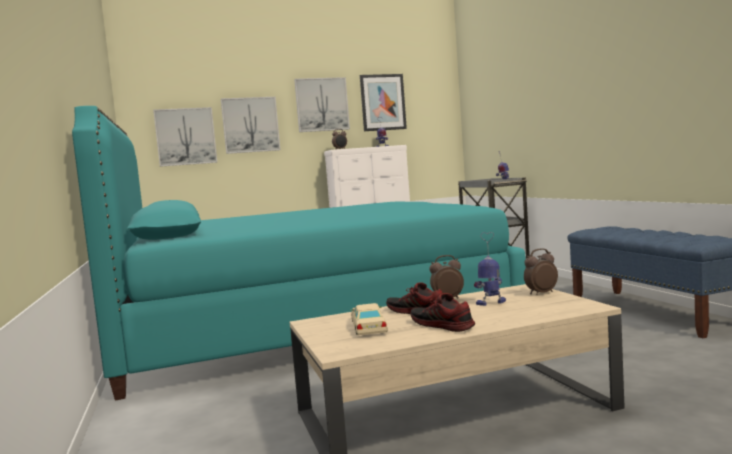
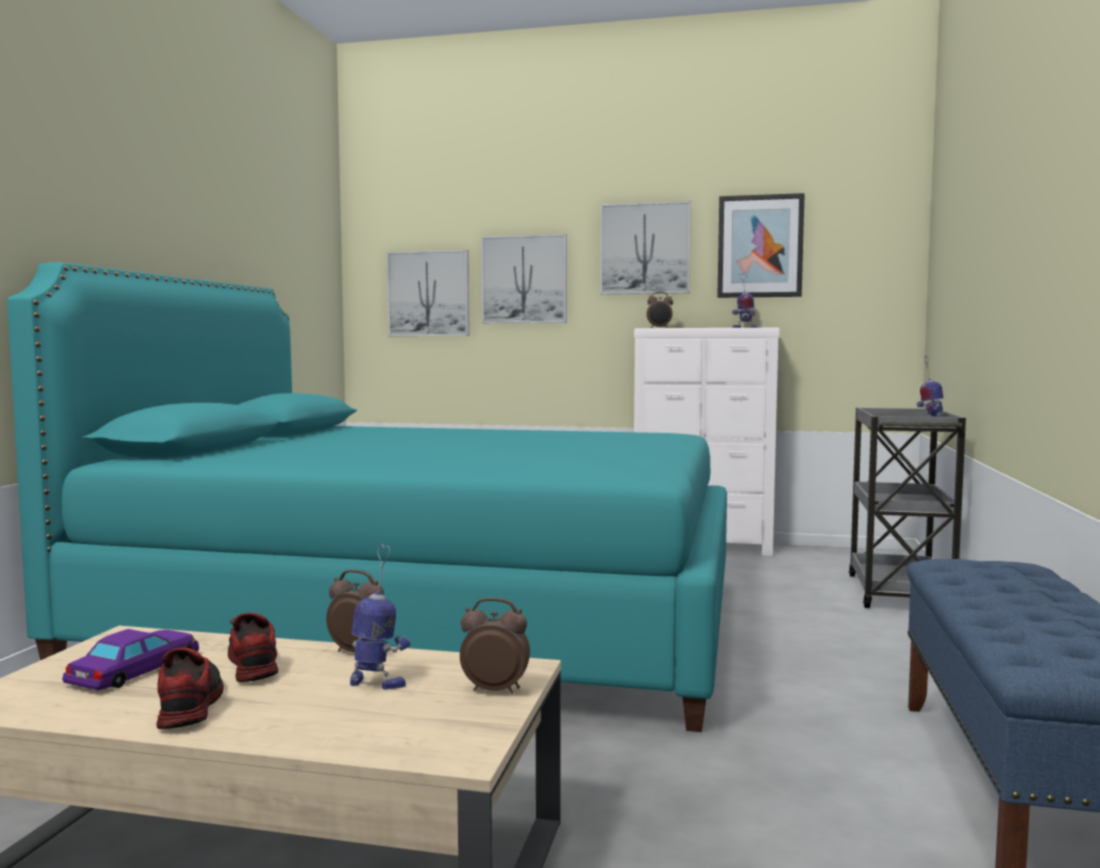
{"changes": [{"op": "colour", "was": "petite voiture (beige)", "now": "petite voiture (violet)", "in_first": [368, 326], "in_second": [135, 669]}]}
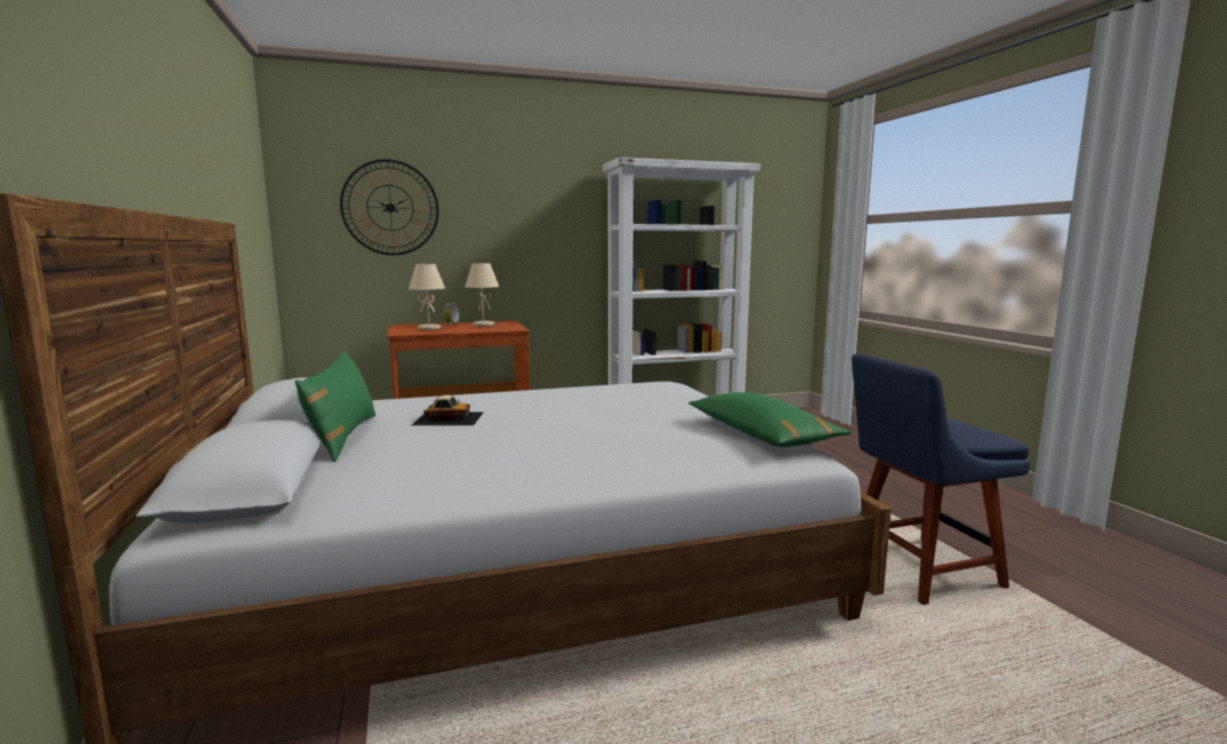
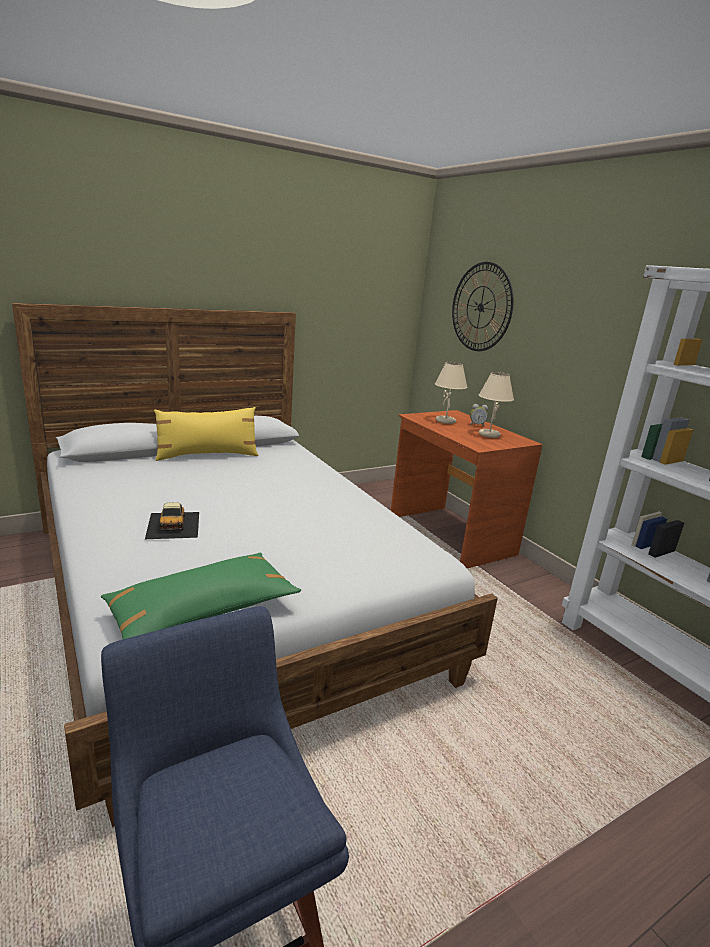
{"changes": [{"op": "colour", "was": "coussin (vert)", "now": "coussin (jaune)", "in_first": [343, 436], "in_second": [207, 455]}, {"op": "relocated", "was": "petite voiture", "in_first": [448, 418], "in_second": [173, 524]}]}
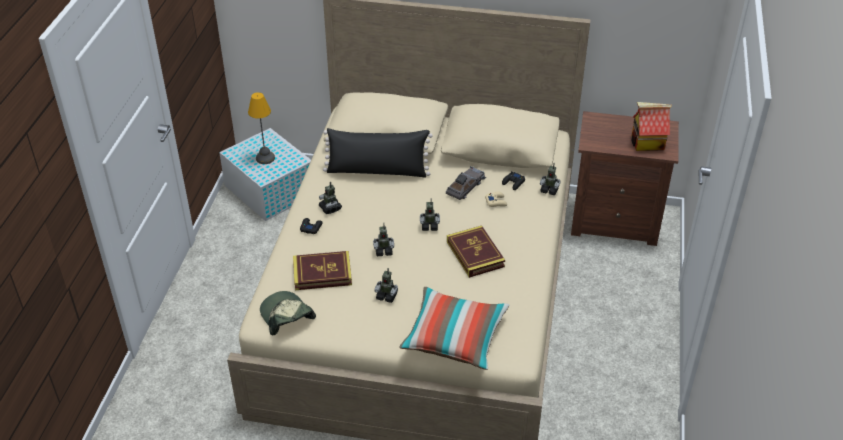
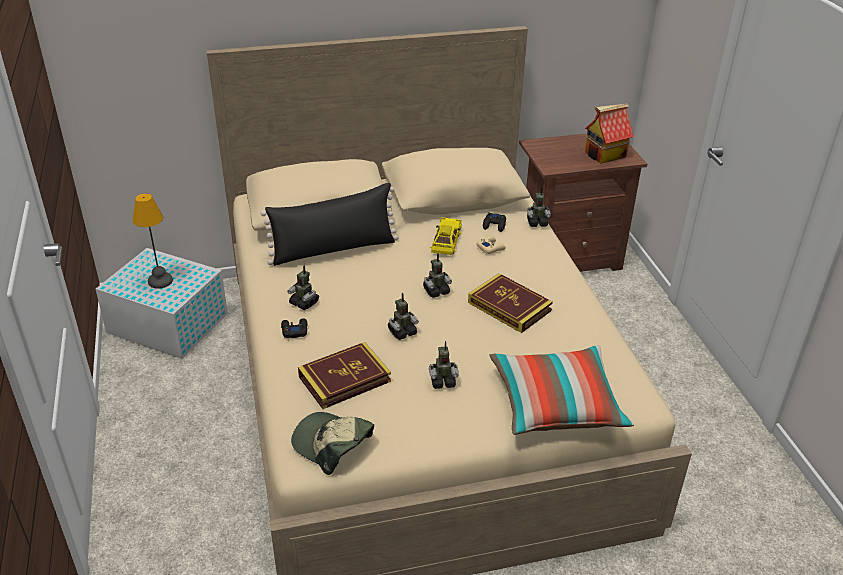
{"changes": [{"op": "colour", "was": "petite voiture (gris)", "now": "petite voiture (jaune)", "in_first": [466, 187], "in_second": [446, 241]}]}
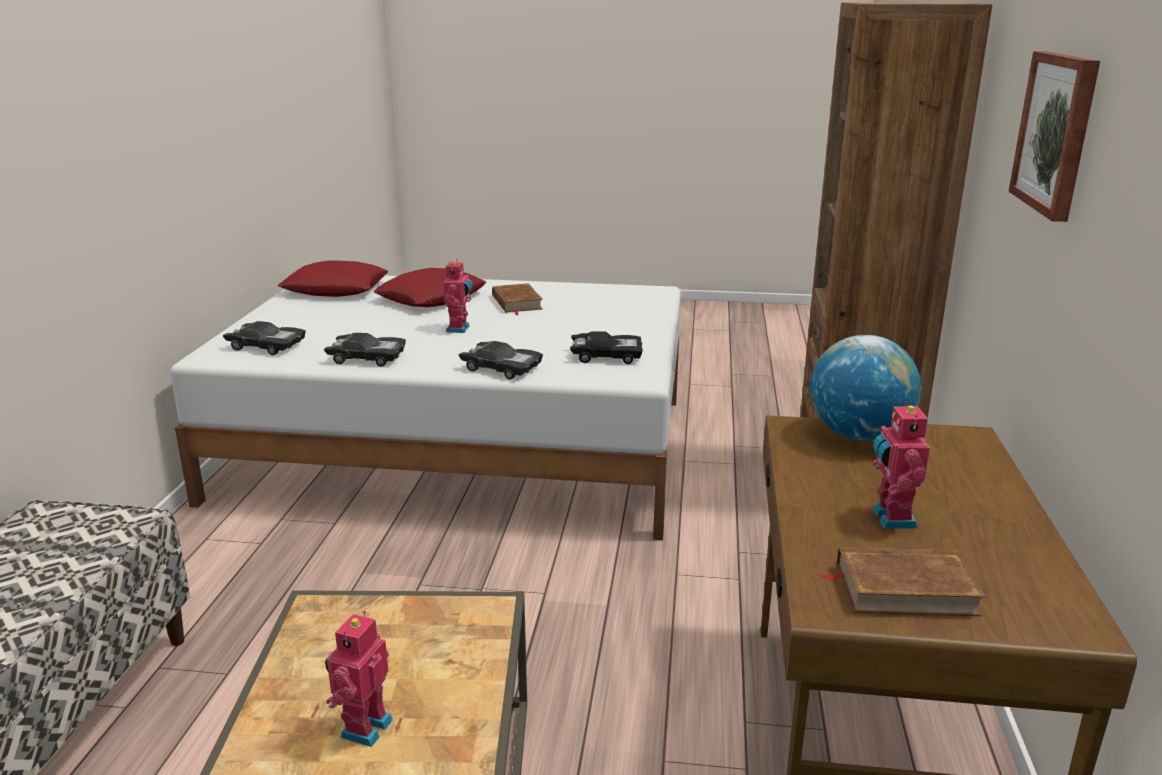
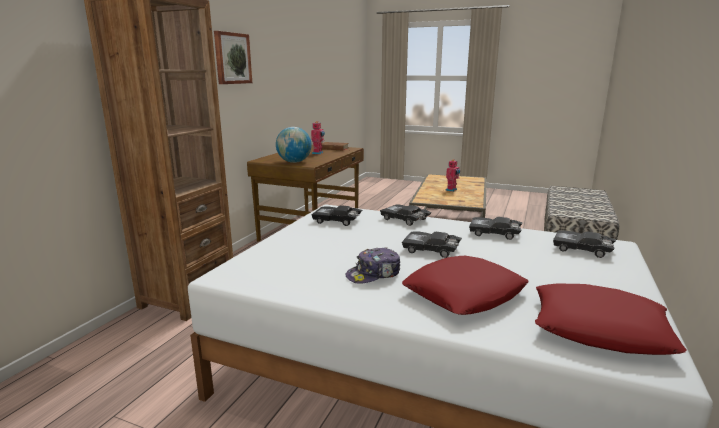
{"changes": [{"op": "exchanged", "was": "robot jouet", "now": "petite voiture (noir)", "in_first": [459, 329], "in_second": [431, 250]}, {"op": "exchanged", "was": "livre (marron)", "now": "casquette", "in_first": [516, 303], "in_second": [374, 275]}]}
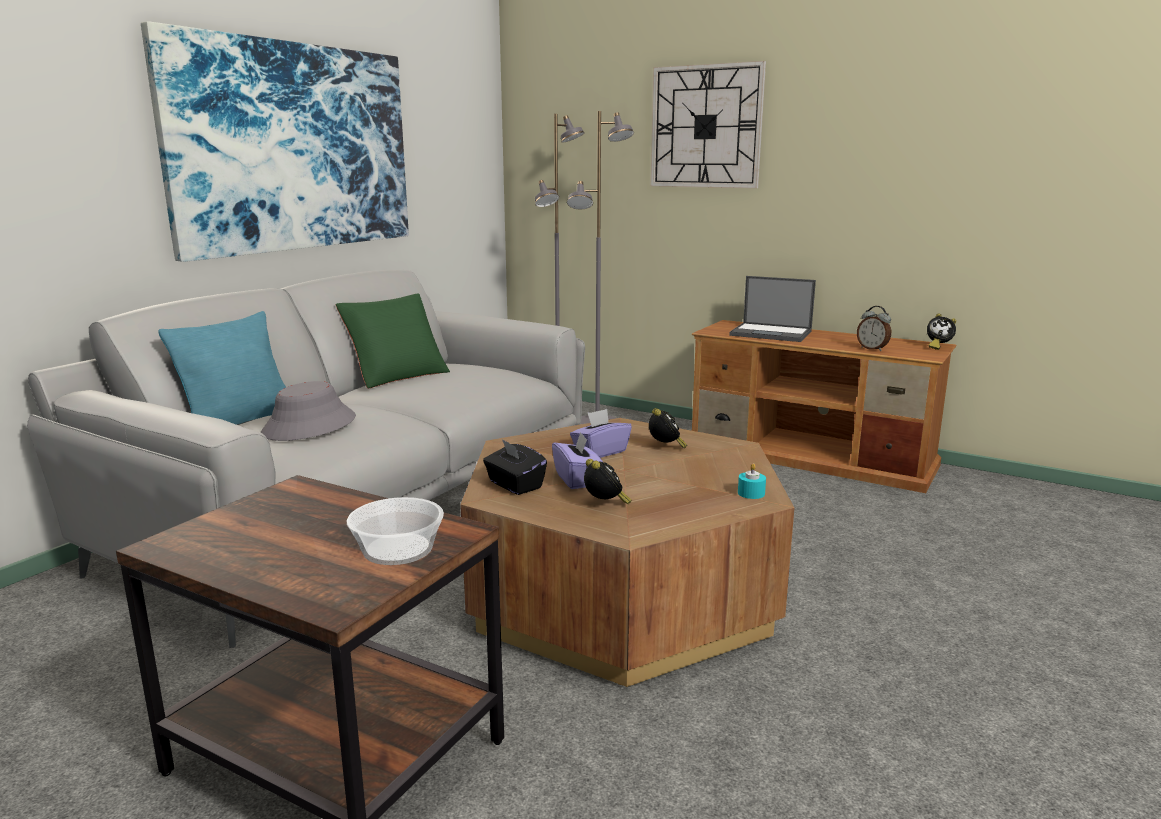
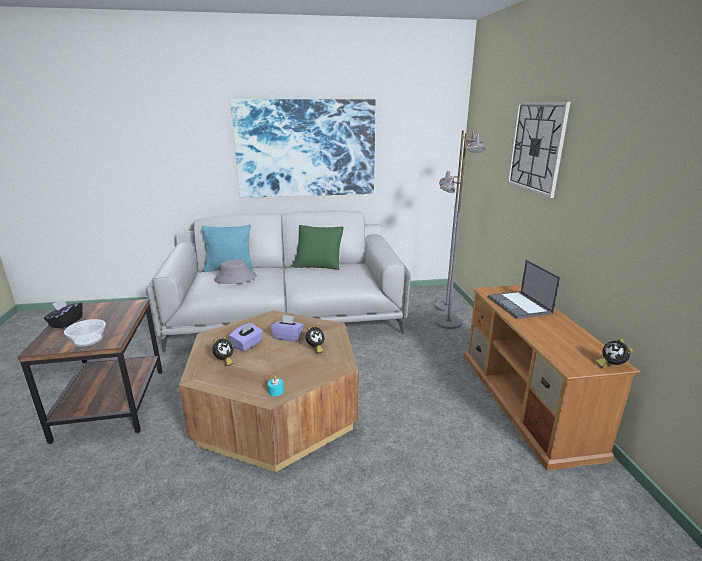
{"changes": [{"op": "relocated", "was": "boîte à mouchoirs (noir)", "in_first": [514, 485], "in_second": [66, 322]}, {"op": "missing", "was": "réveil", "in_first": [872, 349]}]}
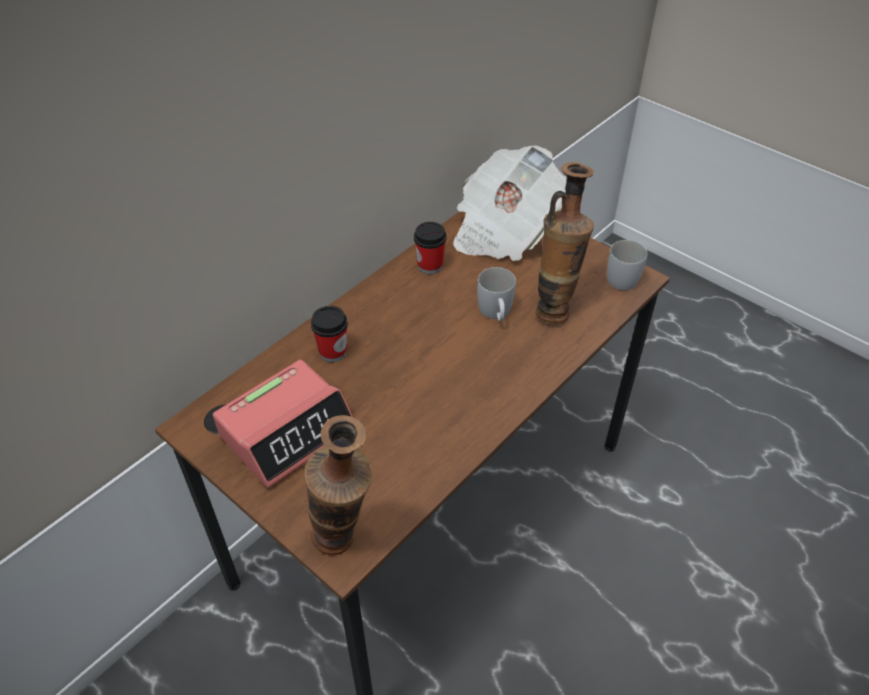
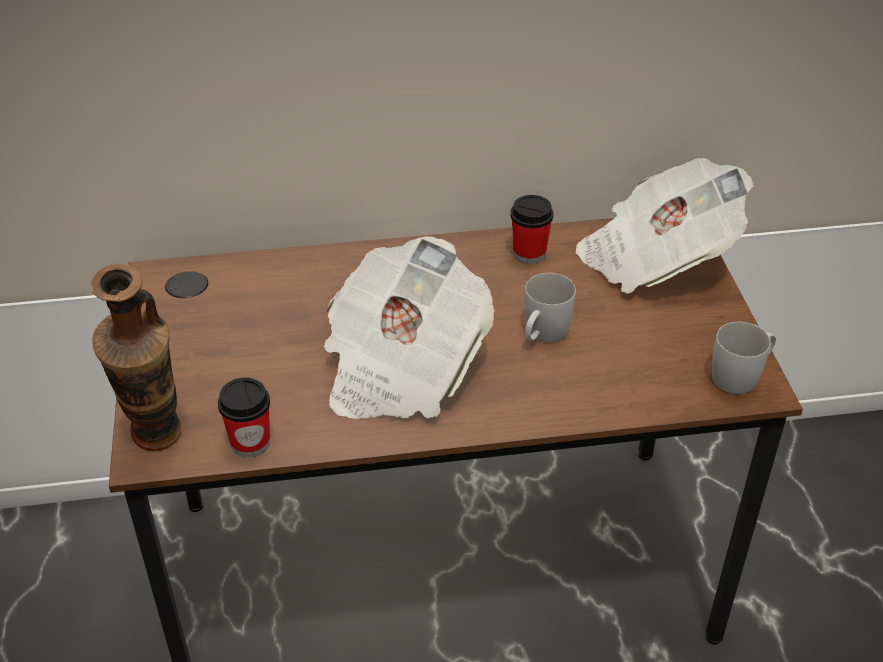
{"changes": [{"op": "missing", "was": "réveil", "in_first": [288, 431]}, {"op": "relocated", "was": "tasse", "in_first": [333, 352], "in_second": [250, 443]}, {"op": "missing", "was": "vase", "in_first": [554, 308]}, {"op": "appeared", "now": "journal", "in_second": [401, 367]}]}
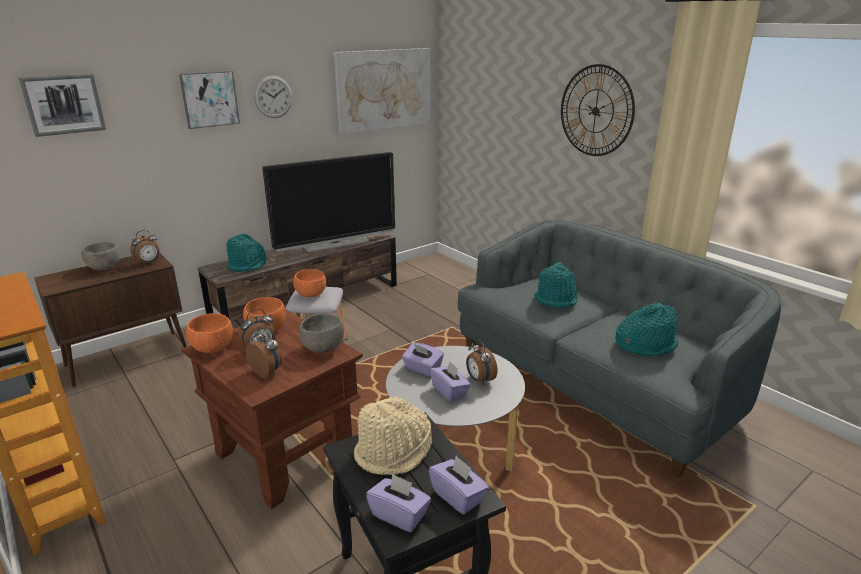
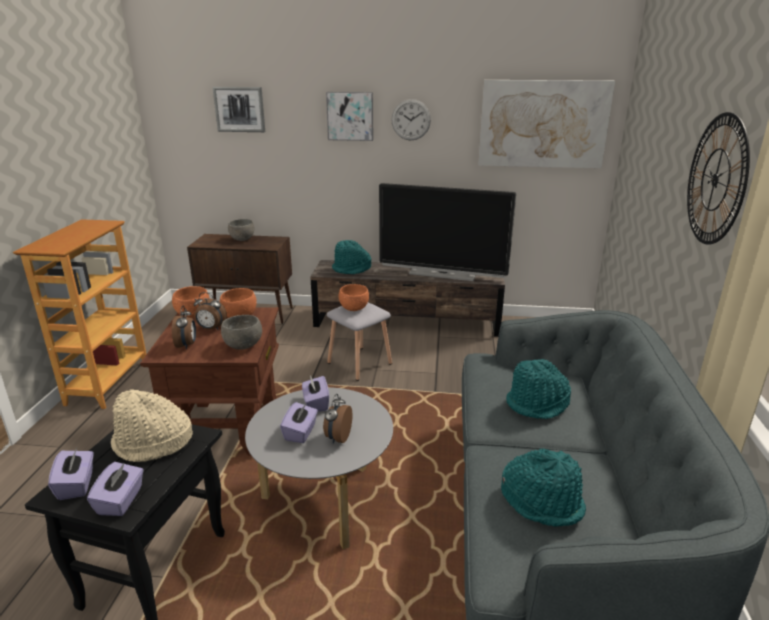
{"changes": [{"op": "missing", "was": "réveil", "in_first": [149, 263]}]}
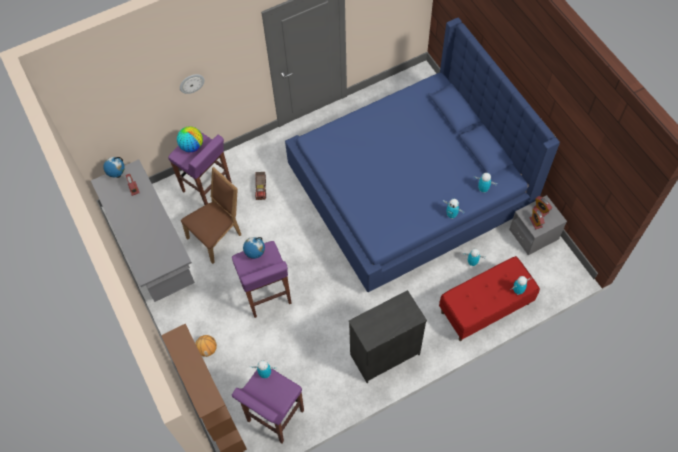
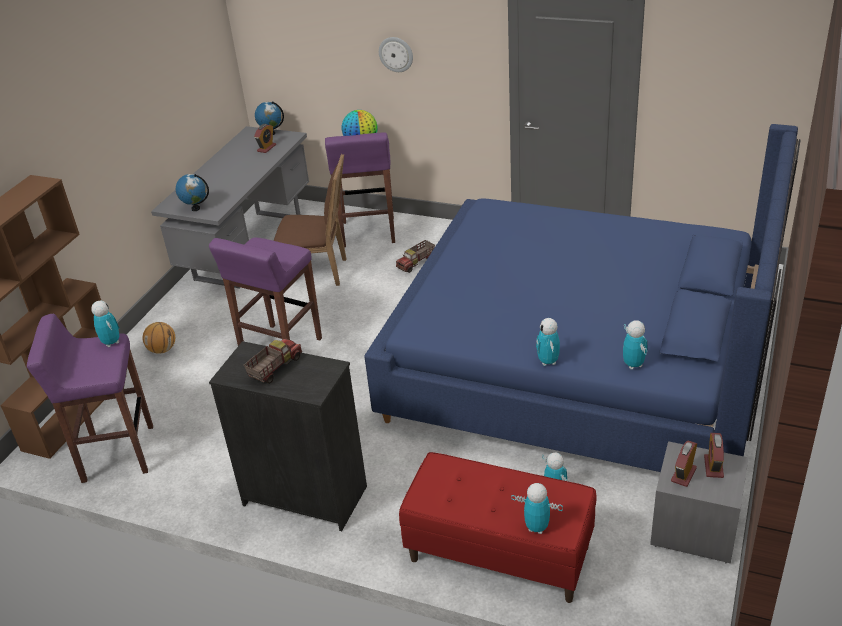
{"changes": [{"op": "relocated", "was": "globe", "in_first": [255, 254], "in_second": [196, 208]}, {"op": "appeared", "now": "camion jouet", "in_second": [275, 368]}]}
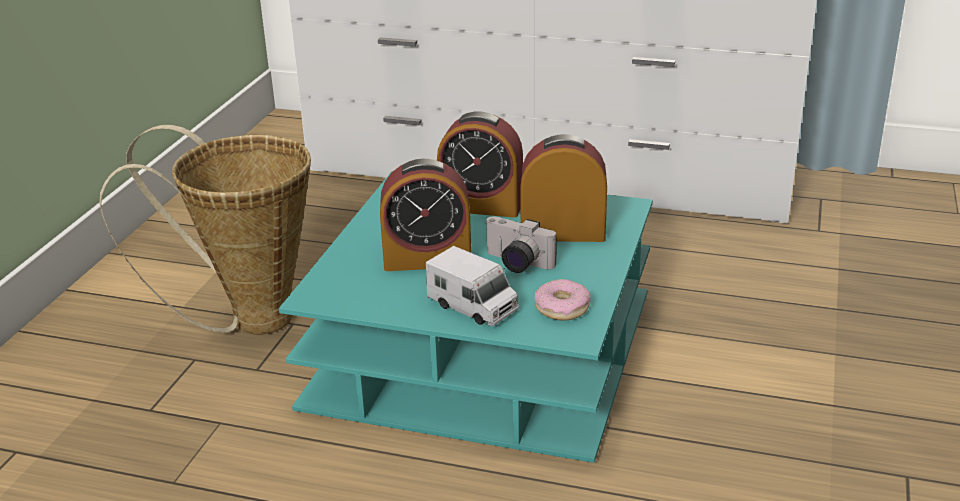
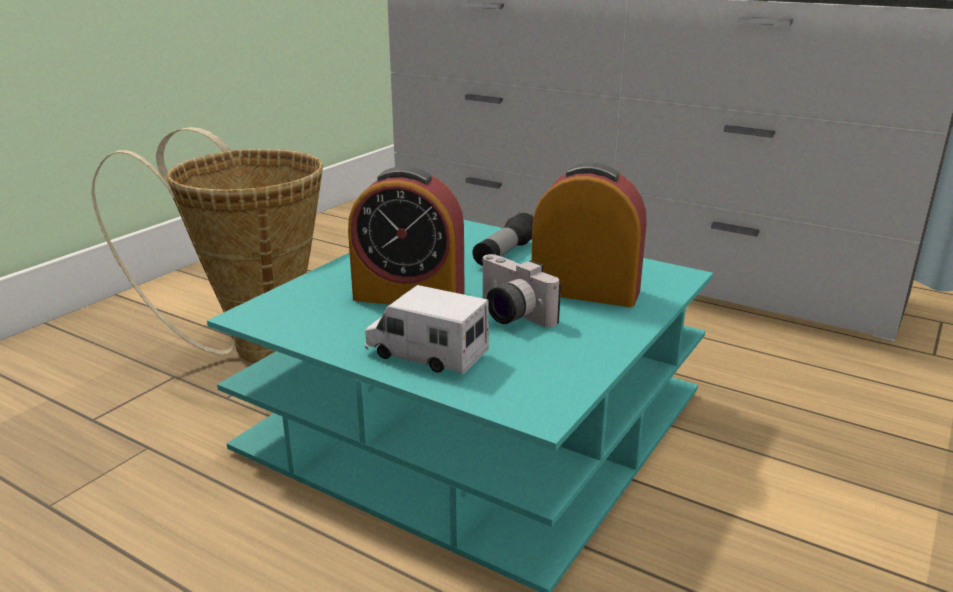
{"changes": [{"op": "spun", "was": "camion jouet", "in_first": [473, 306], "in_second": [426, 354], "clockwise": 150}, {"op": "exchanged", "was": "réveil", "now": "lampe de poche", "in_first": [481, 206], "in_second": [505, 253]}, {"op": "missing", "was": "beignet", "in_first": [562, 308]}]}
